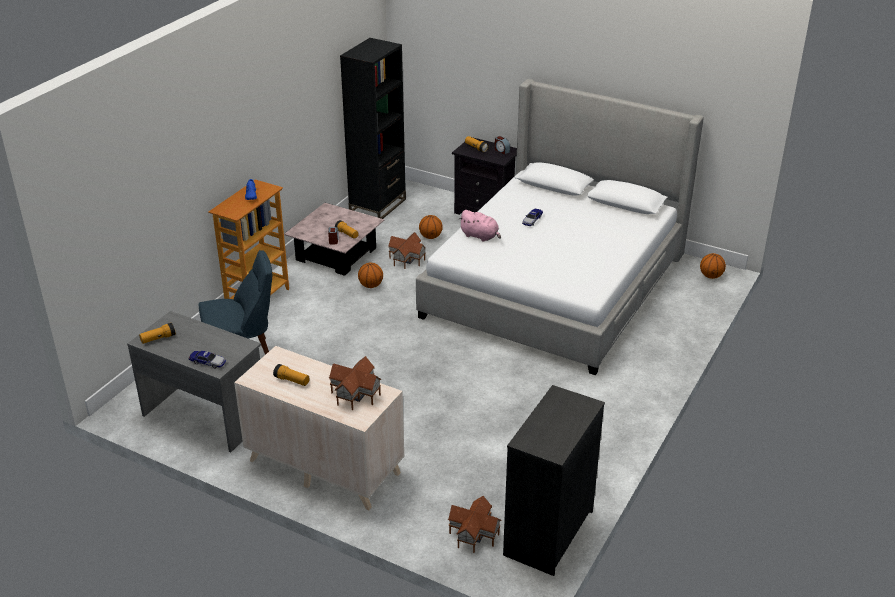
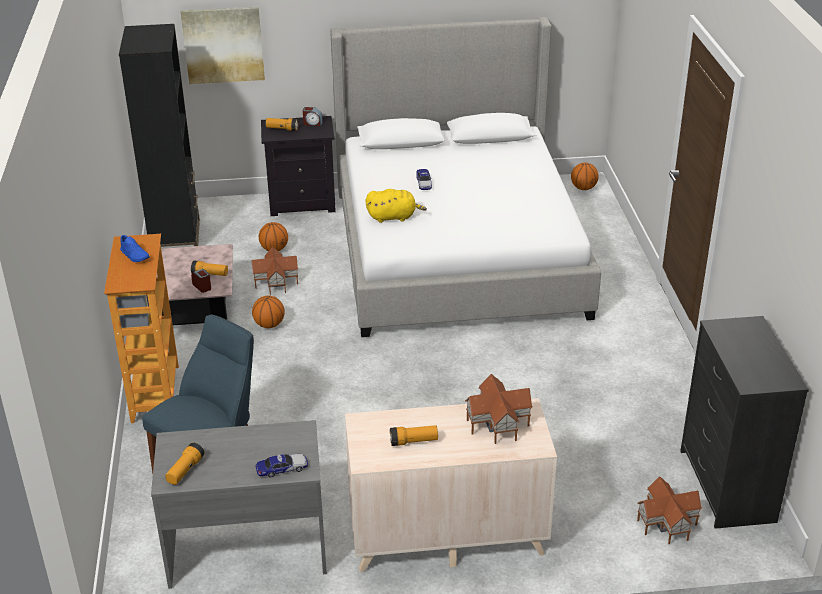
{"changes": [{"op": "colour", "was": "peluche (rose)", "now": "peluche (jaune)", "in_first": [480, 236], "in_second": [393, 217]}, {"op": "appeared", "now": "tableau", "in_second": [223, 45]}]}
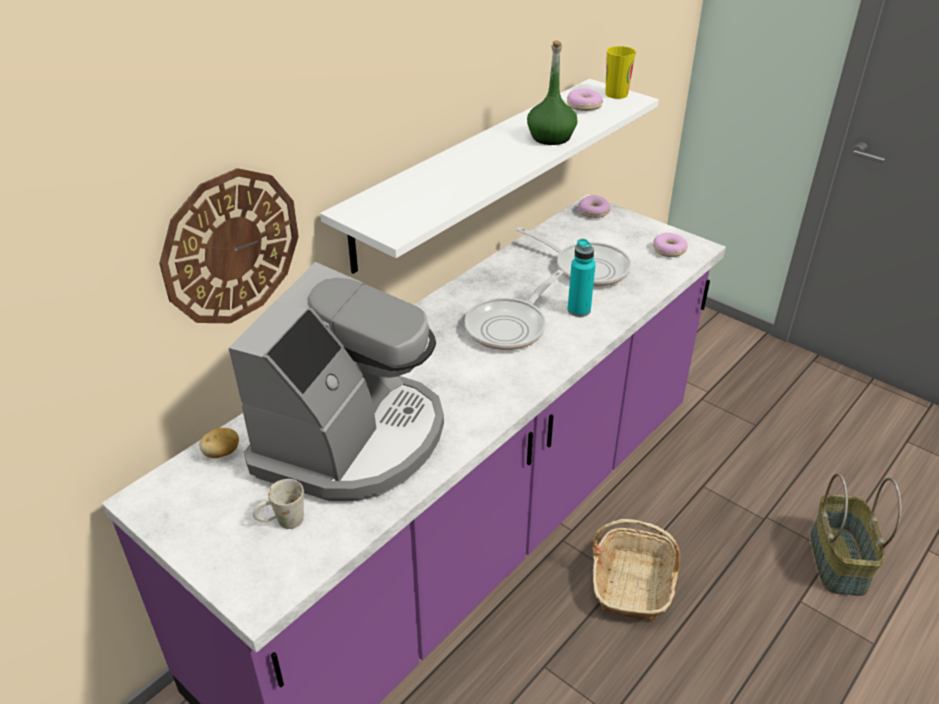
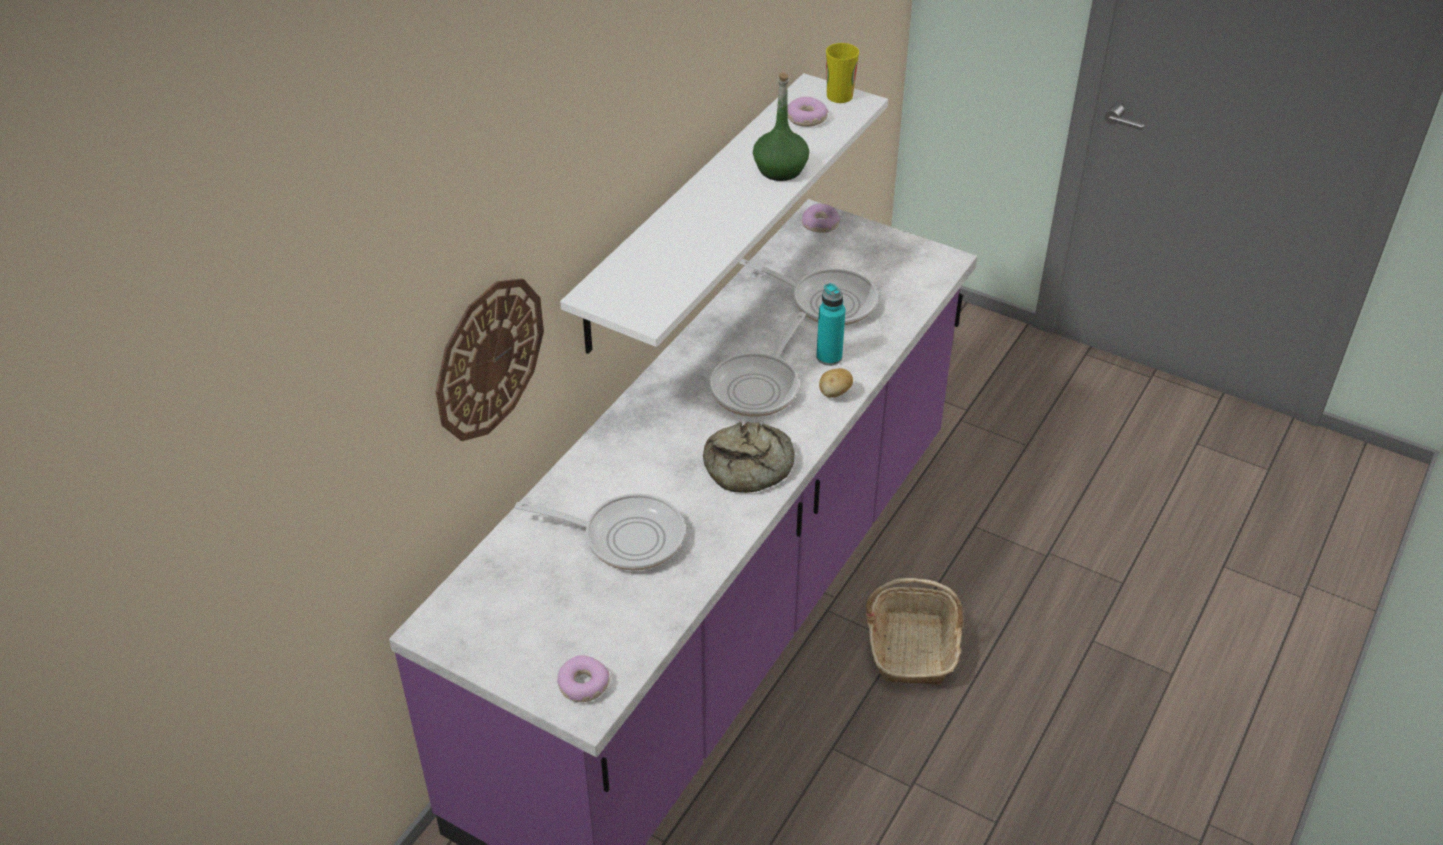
{"changes": [{"op": "relocated", "was": "pomme de terre", "in_first": [222, 453], "in_second": [834, 393]}, {"op": "exchanged", "was": "machine à café", "now": "poêle", "in_first": [352, 438], "in_second": [625, 537]}, {"op": "missing", "was": "mug (blanc)", "in_first": [282, 522]}, {"op": "relocated", "was": "beignet", "in_first": [669, 250], "in_second": [583, 685]}, {"op": "missing", "was": "panier", "in_first": [836, 560]}, {"op": "appeared", "now": "pain", "in_second": [750, 467]}]}
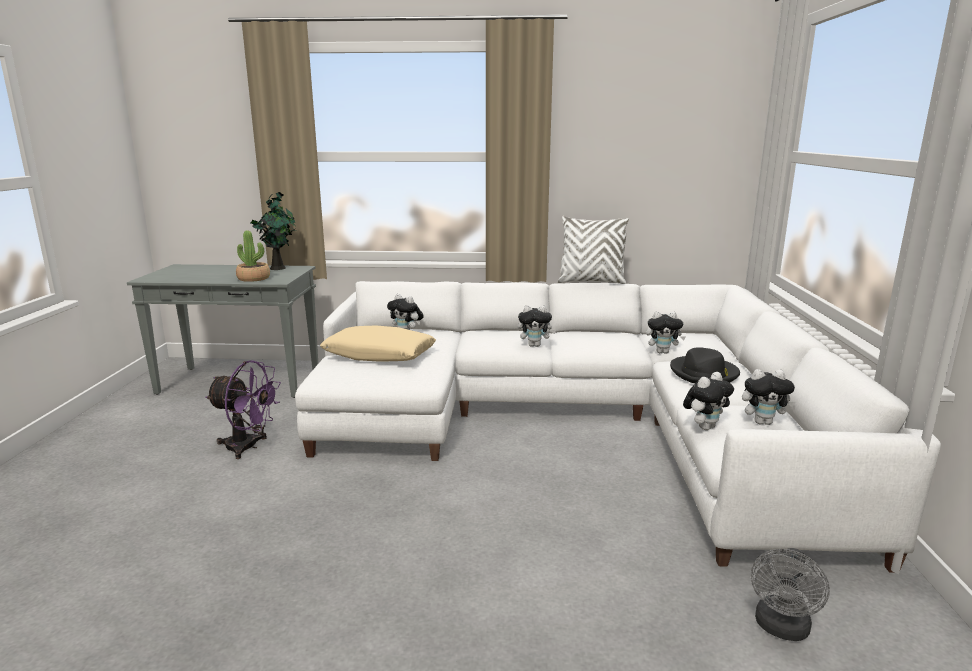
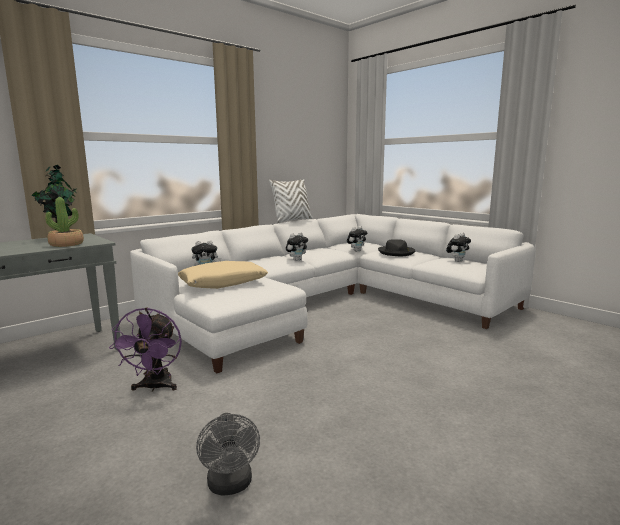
{"changes": [{"op": "spun", "was": "ventilateur (violet)", "in_first": [248, 447], "in_second": [155, 387], "clockwise": 120}, {"op": "missing", "was": "peluche", "in_first": [704, 427]}, {"op": "relocated", "was": "ventilateur (gris)", "in_first": [781, 629], "in_second": [230, 486]}]}
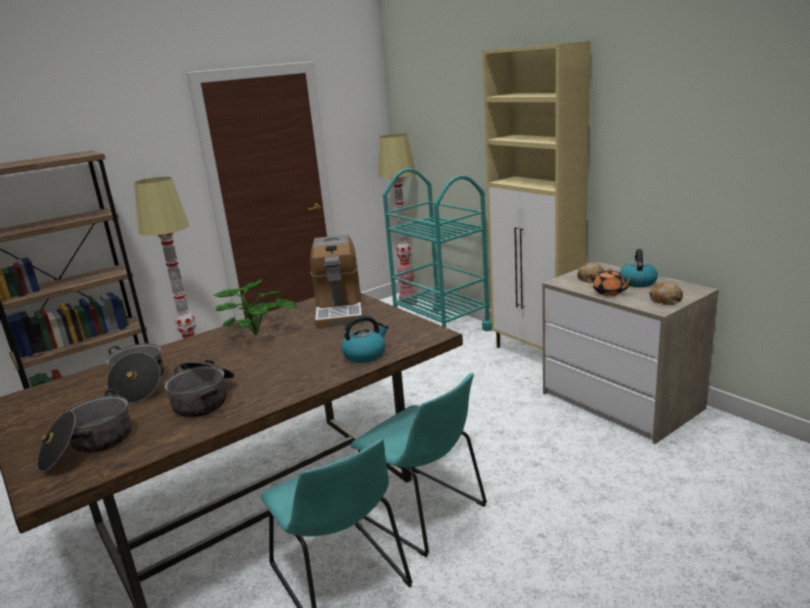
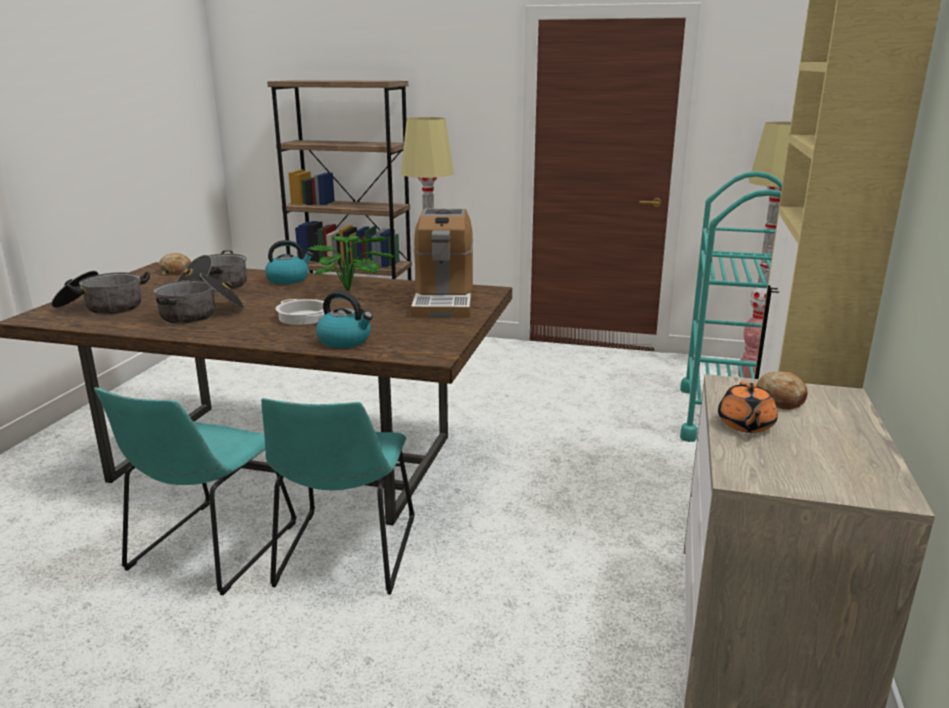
{"changes": [{"op": "spun", "was": "machine à café", "in_first": [339, 310], "in_second": [443, 301], "clockwise": -45}, {"op": "relocated", "was": "bouilloire", "in_first": [637, 282], "in_second": [288, 279]}, {"op": "relocated", "was": "pain", "in_first": [665, 300], "in_second": [176, 272]}, {"op": "appeared", "now": "marmite", "in_second": [302, 317]}]}
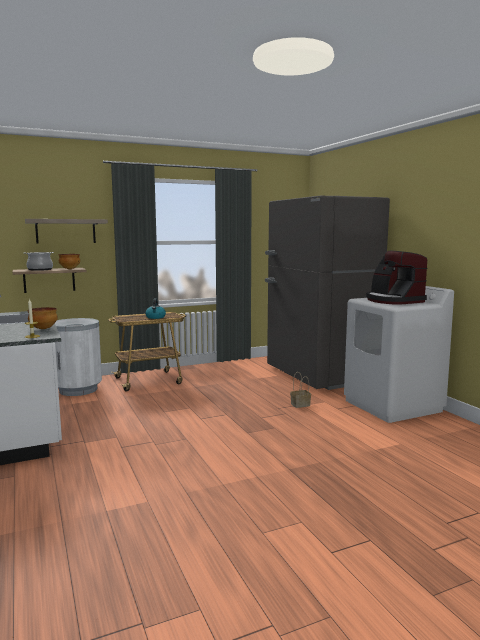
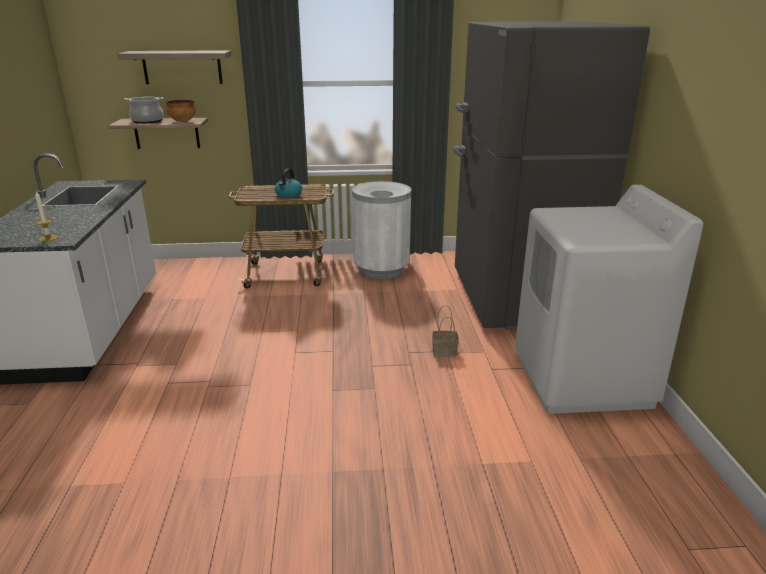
{"changes": [{"op": "missing", "was": "bol", "in_first": [44, 329]}, {"op": "relocated", "was": "poubelle (blanc)", "in_first": [78, 389], "in_second": [382, 270]}, {"op": "missing", "was": "machine à café", "in_first": [393, 300]}]}
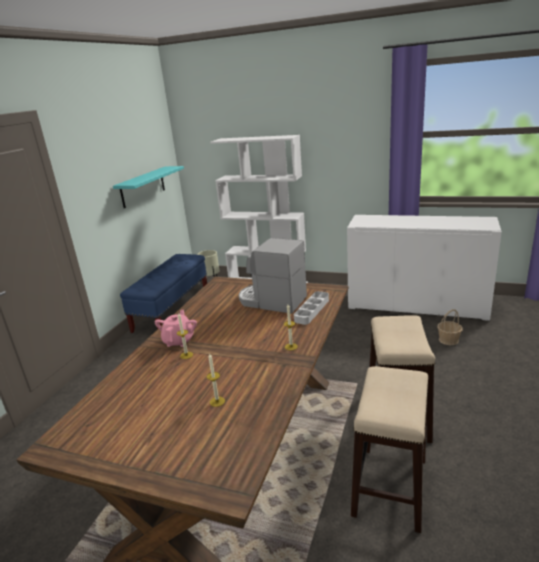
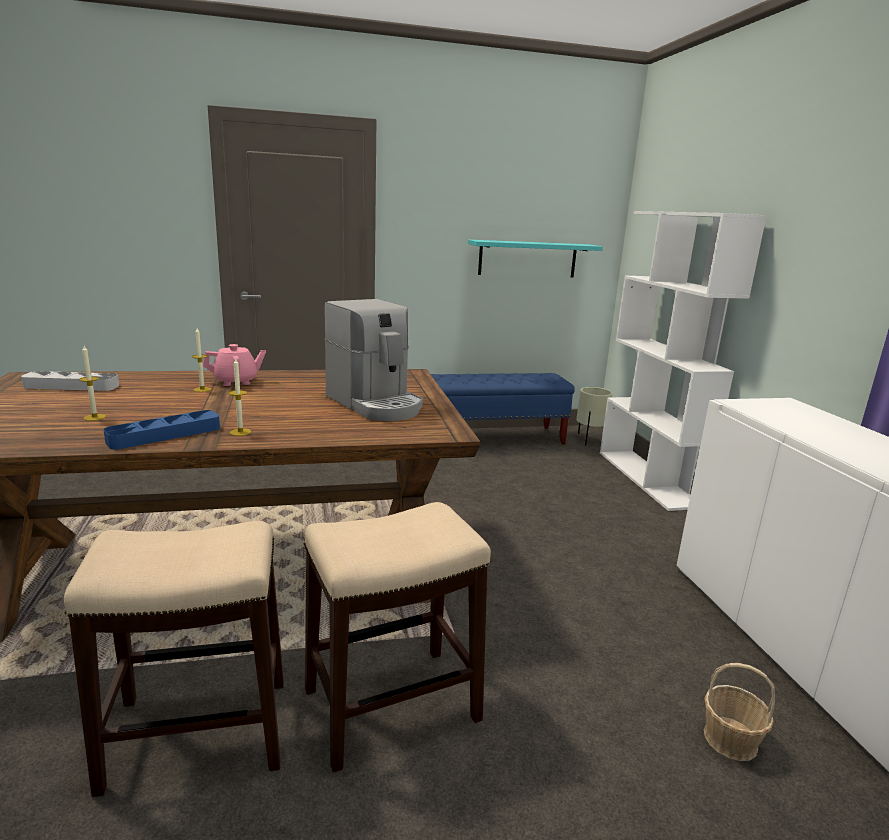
{"changes": [{"op": "spun", "was": "machine à café", "in_first": [271, 301], "in_second": [376, 404], "clockwise": 150}, {"op": "relocated", "was": "plateau (gris)", "in_first": [312, 310], "in_second": [72, 386]}, {"op": "appeared", "now": "plateau (bleu)", "in_second": [165, 435]}]}
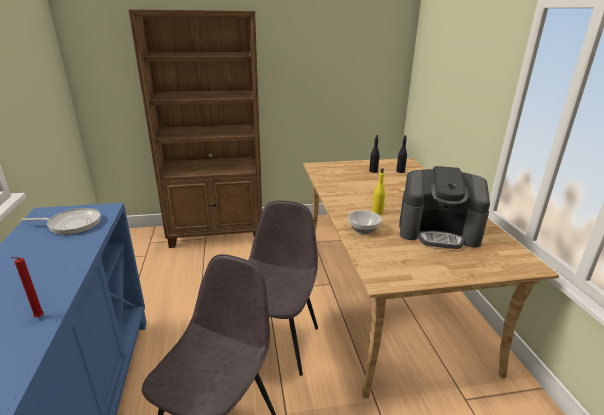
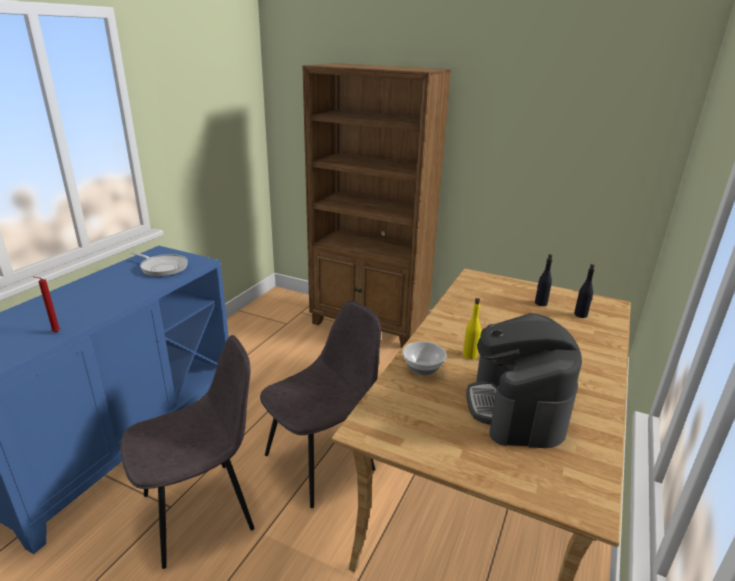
{"changes": [{"op": "spun", "was": "machine à café", "in_first": [438, 231], "in_second": [516, 408], "clockwise": 45}]}
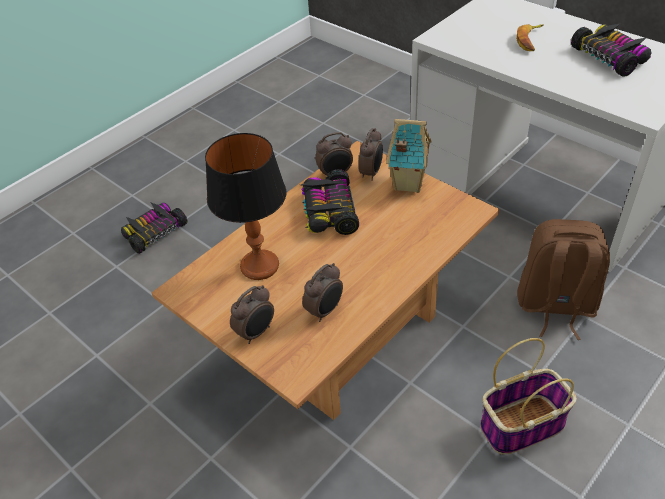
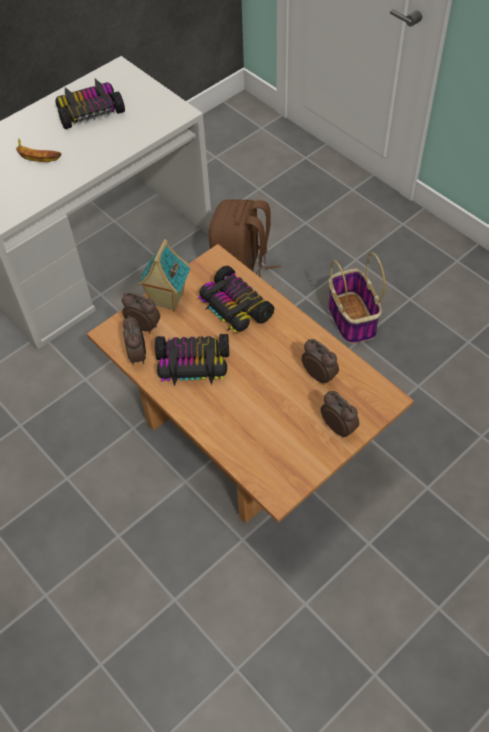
{"changes": [{"op": "relocated", "was": "petite voiture", "in_first": [154, 232], "in_second": [234, 308]}, {"op": "missing", "was": "lampe de table", "in_first": [259, 265]}]}
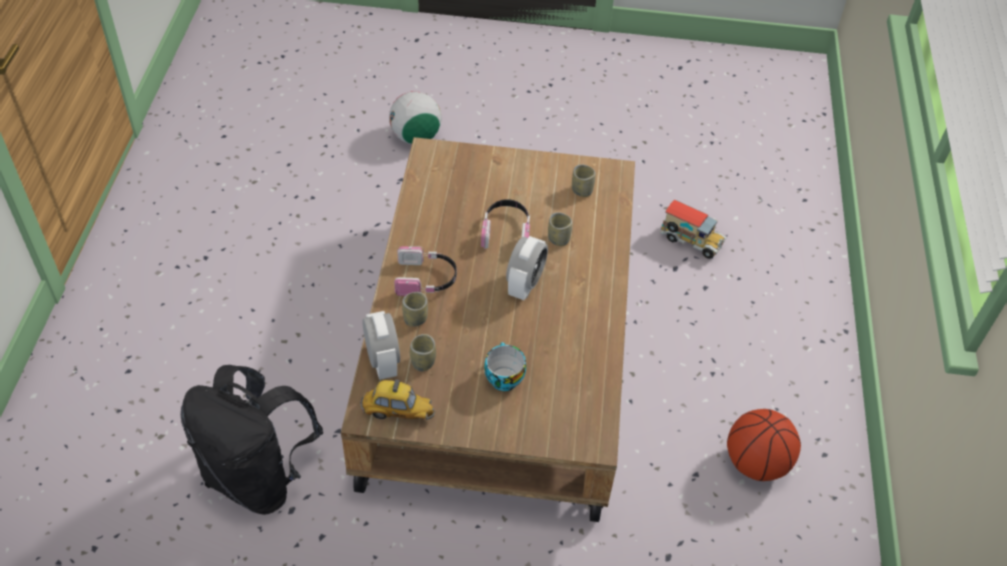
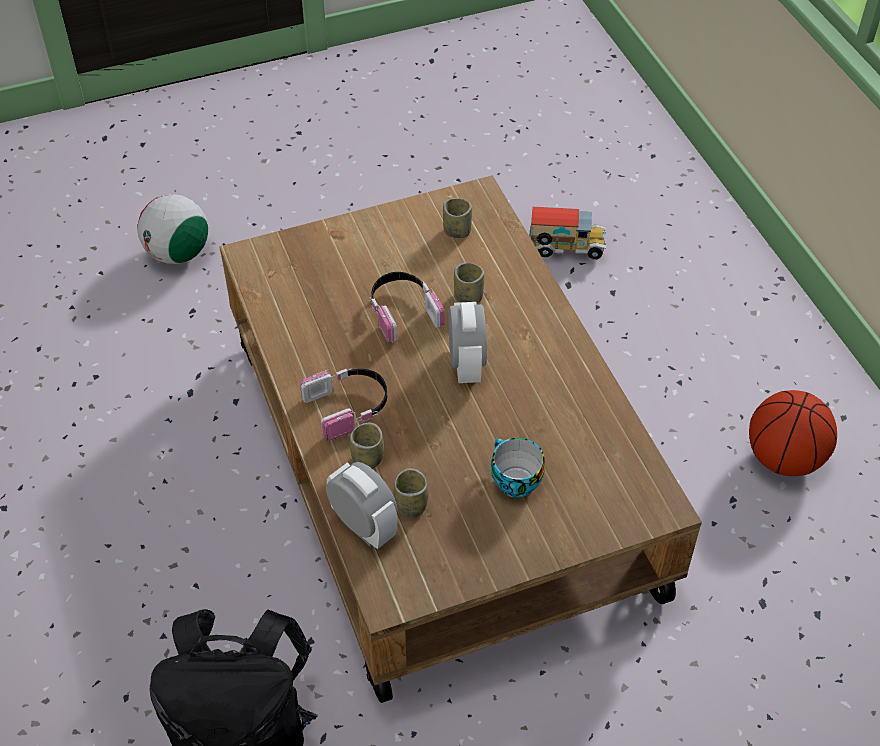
{"changes": [{"op": "missing", "was": "petite voiture", "in_first": [398, 412]}]}
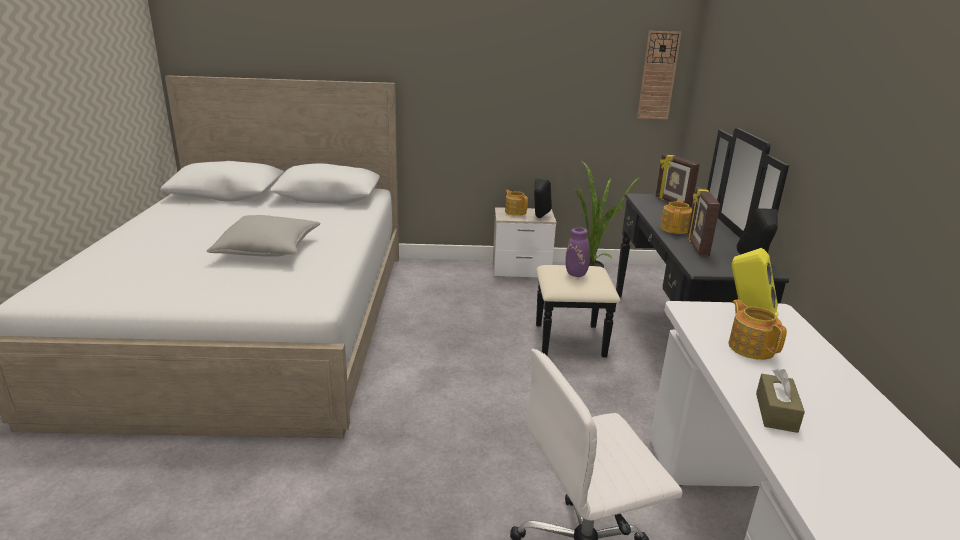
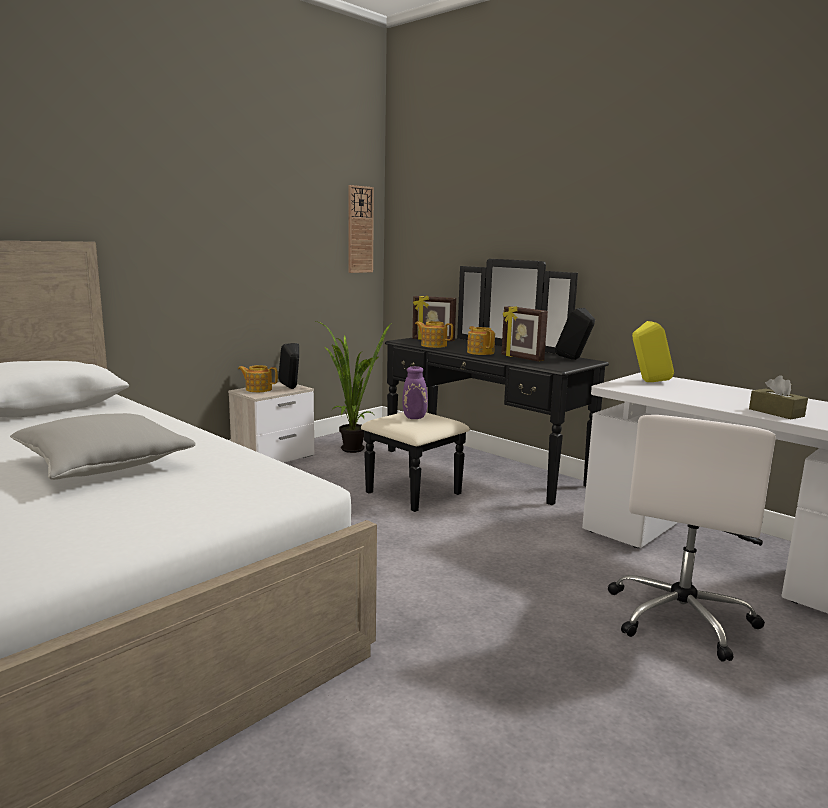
{"changes": [{"op": "relocated", "was": "théière", "in_first": [750, 347], "in_second": [433, 345]}]}
